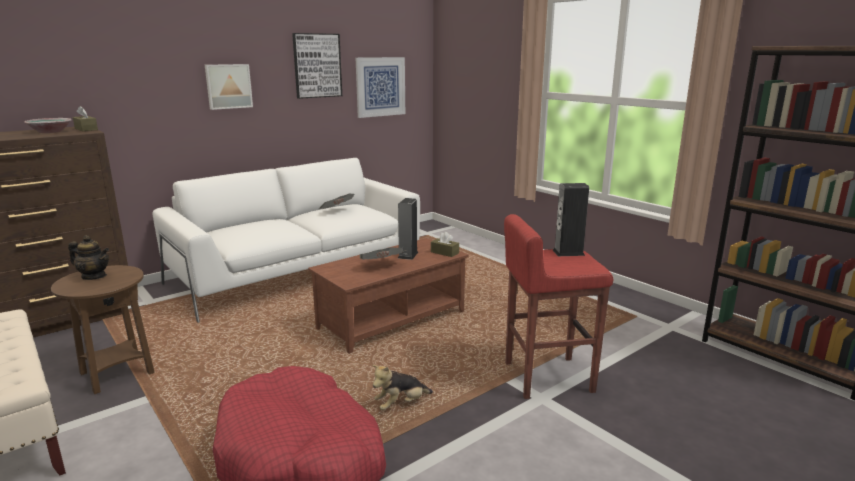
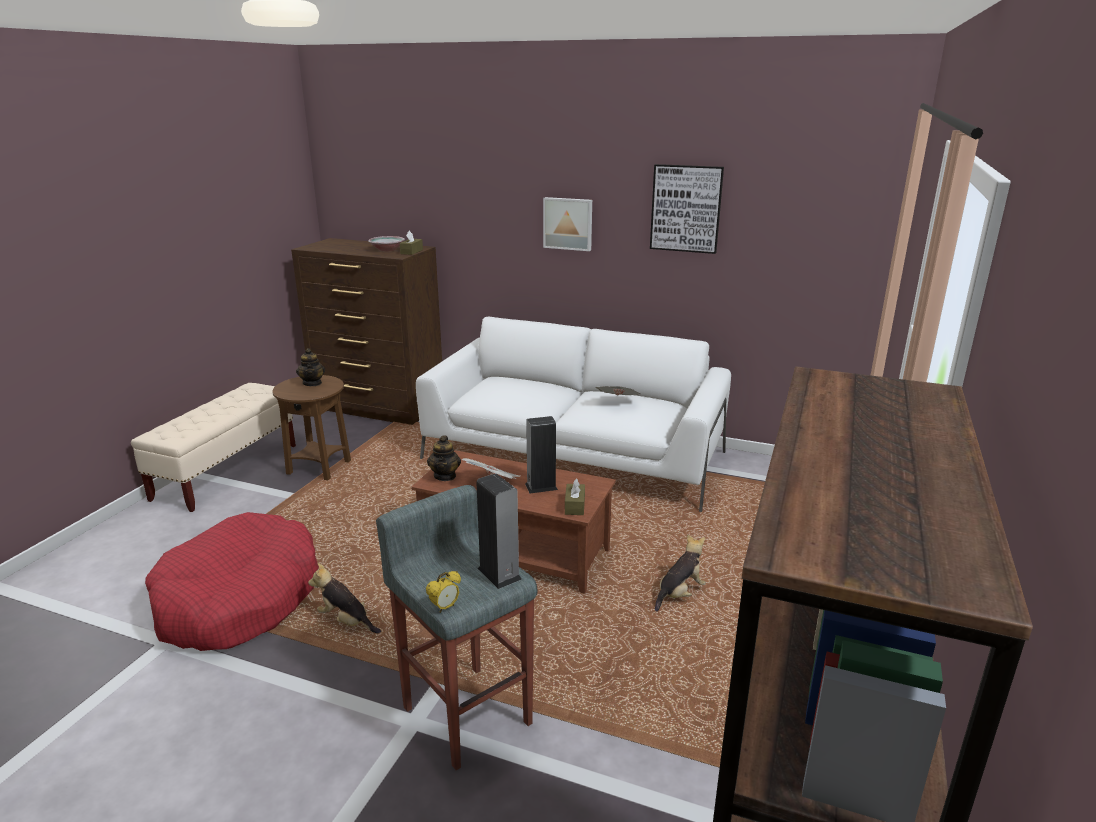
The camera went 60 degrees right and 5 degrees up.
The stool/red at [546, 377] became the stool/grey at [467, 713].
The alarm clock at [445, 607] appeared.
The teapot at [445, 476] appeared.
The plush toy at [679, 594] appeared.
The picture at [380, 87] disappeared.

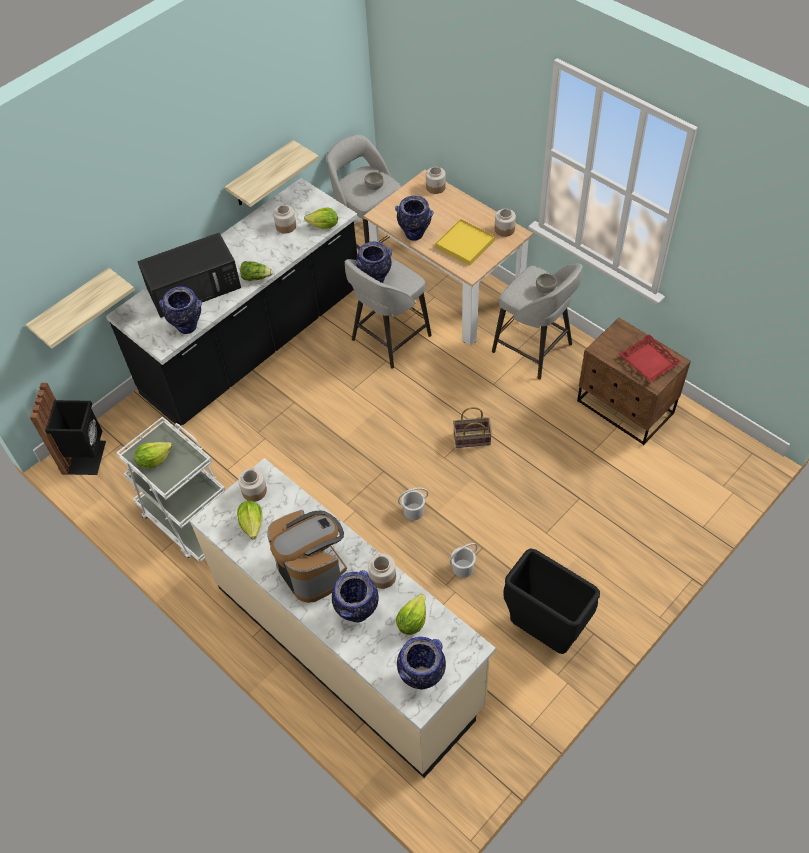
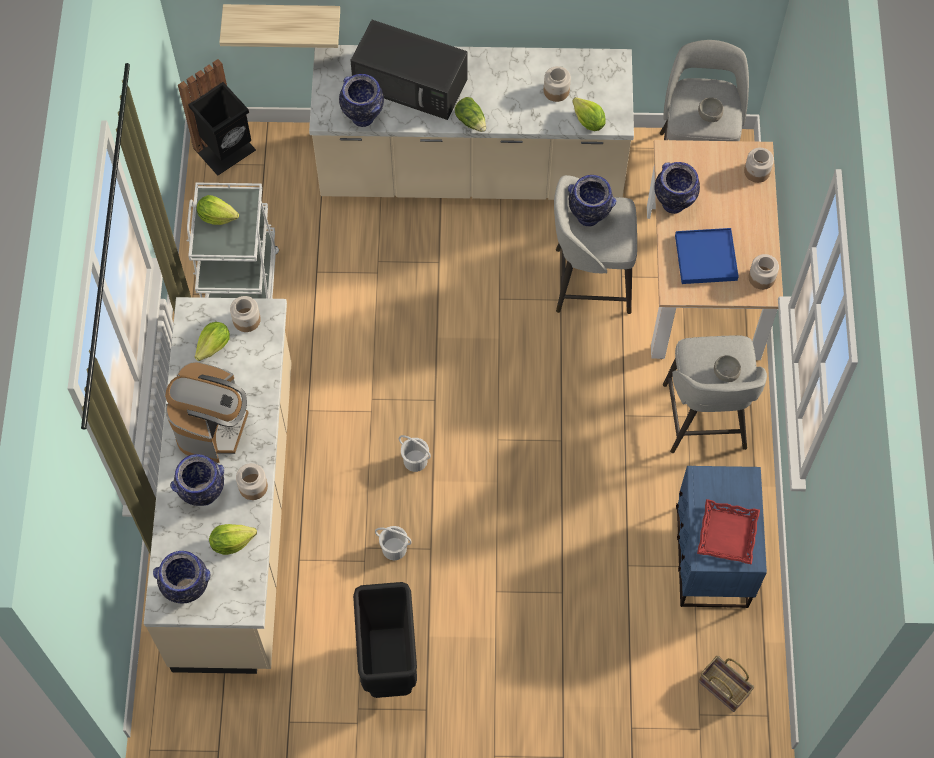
The camera went 45 degrees right and 10 degrees up.
The counter/black at [255, 343] became the counter/beige at [471, 171].
The tray/yellow at [464, 244] became the tray/blue at [706, 257].
The nightstand/brown at [625, 408] became the nightstand/blue at [710, 557].
The basket moved from [471, 439] to [722, 688].
The shelf at [261, 175] disappeared.

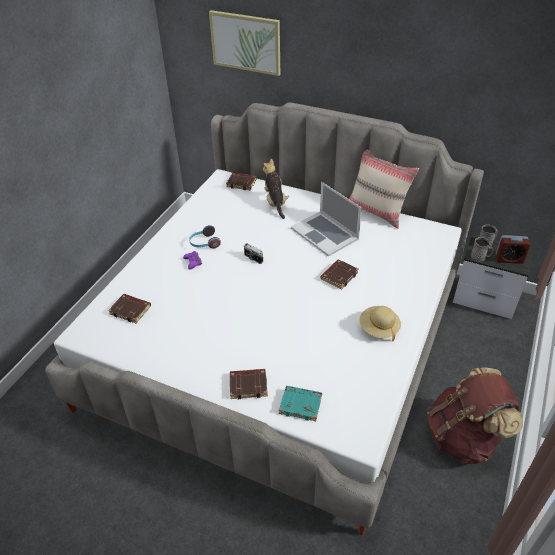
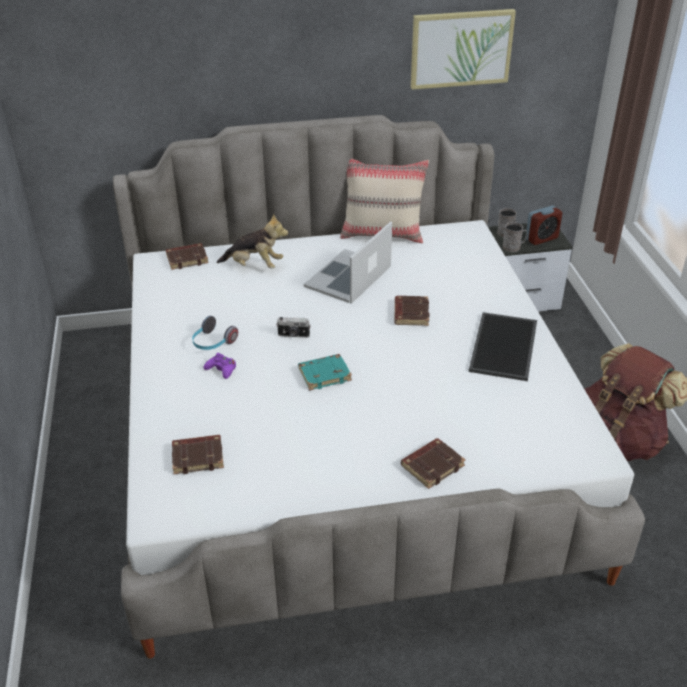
The camera went 35 degrees left and 5 degrees down.
The plush toy at [275, 203] turned 150 degrees clockwise.
The book/turquoise moved from [301, 404] to [325, 374].
The laptop at [325, 233] turned 105 degrees clockwise.
The picture moved from [246, 42] to [461, 48].
The hat/beige at [379, 328] was replaced by the tray at [505, 347].

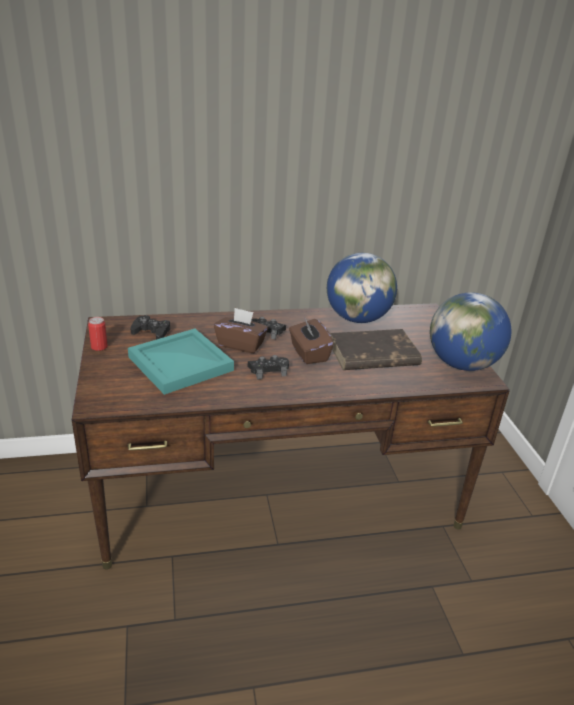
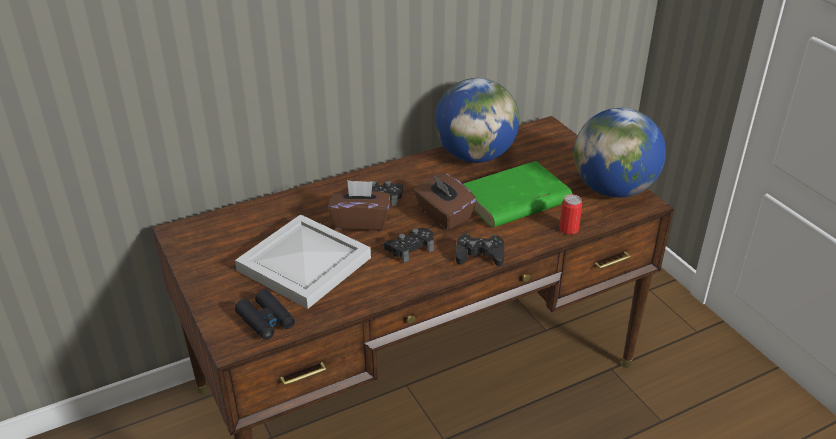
The camera went 15 degrees left and 5 degrees up.
The tray/turquoise at [179, 363] became the tray/white at [302, 264].
The binoculars/black at [266, 320] appeared.
The game controller/black moved from [151, 332] to [479, 255].
The book/brown at [372, 355] became the book/green at [514, 200].
The can moved from [99, 347] to [569, 229].

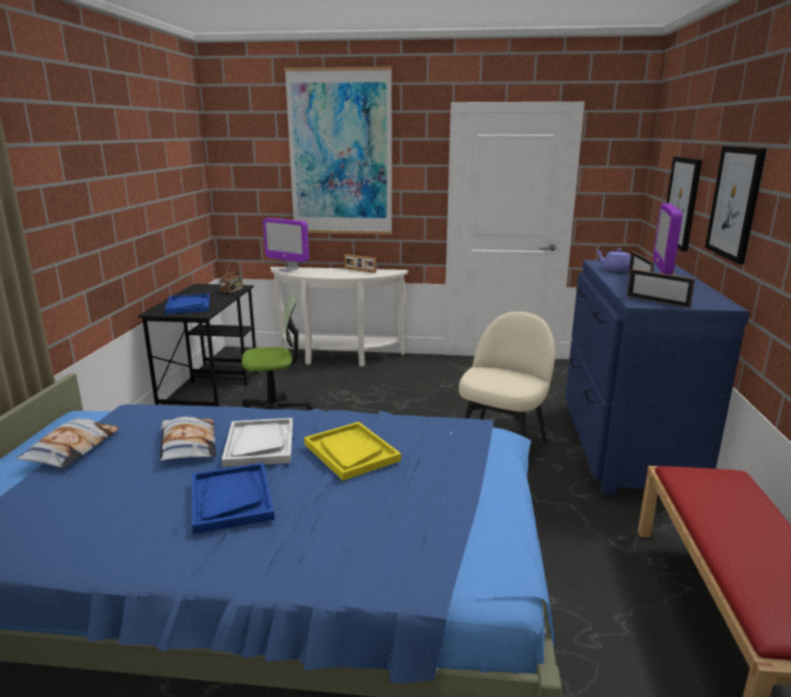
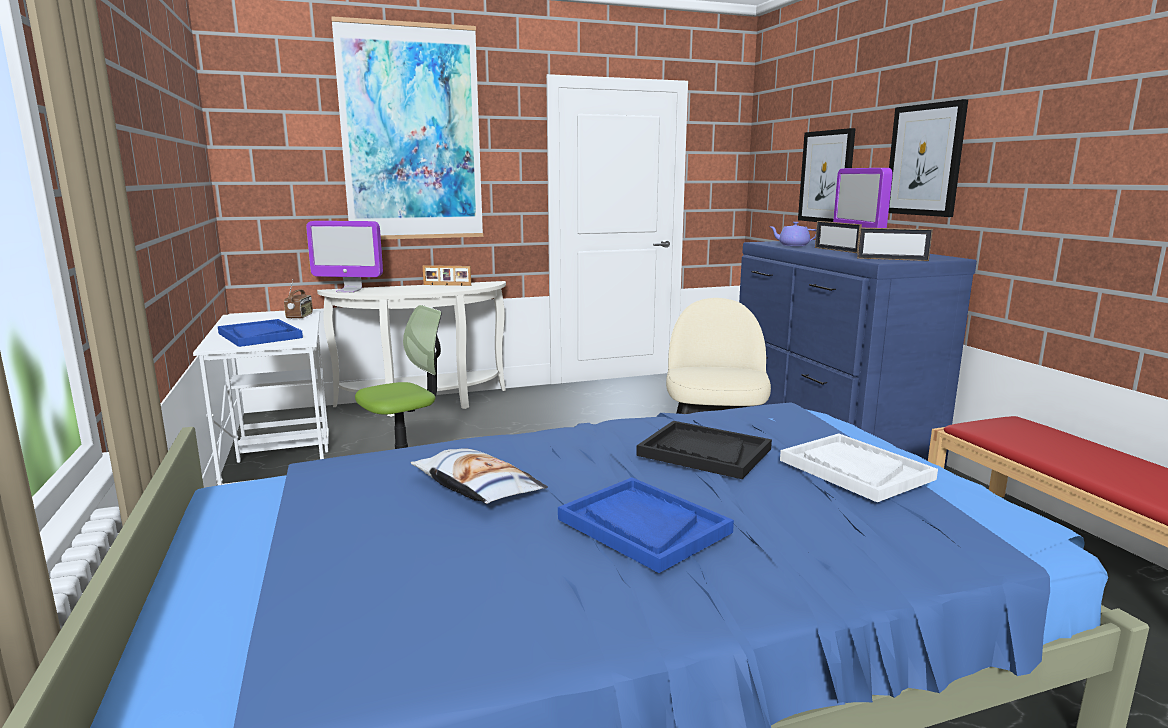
The camera went 25 degrees left and 5 degrees down.
The desk/black at [211, 391] became the desk/white at [281, 467].
The tray/yellow at [351, 452] became the tray/black at [704, 452].
The tray/white moved from [259, 444] to [855, 469].
The pillow at [72, 449] disappeared.

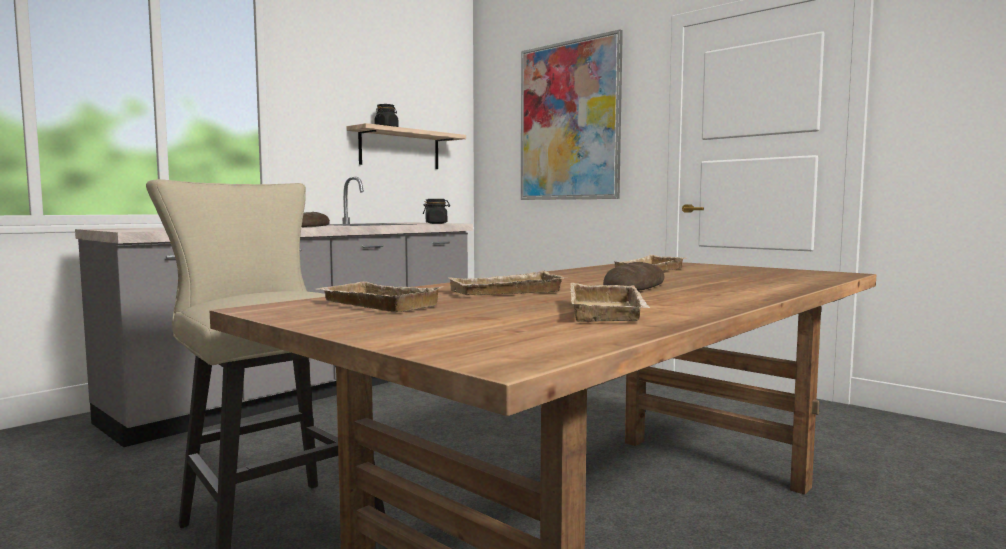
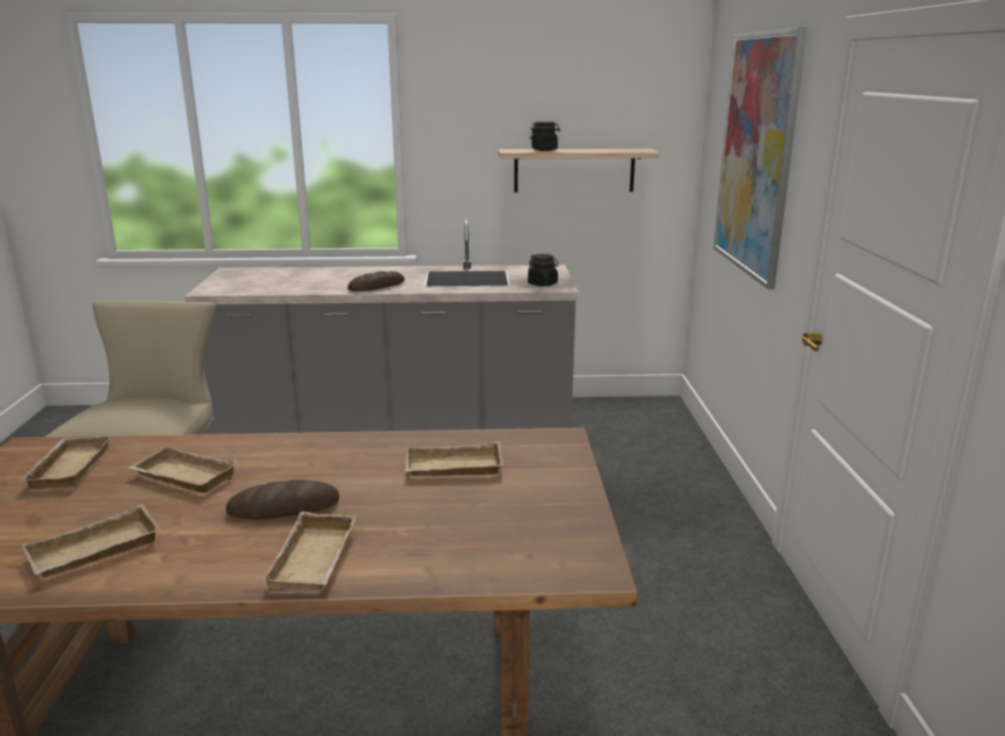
The camera went 45 degrees right and 15 degrees up.
The tray/beige at [316, 560] appeared.

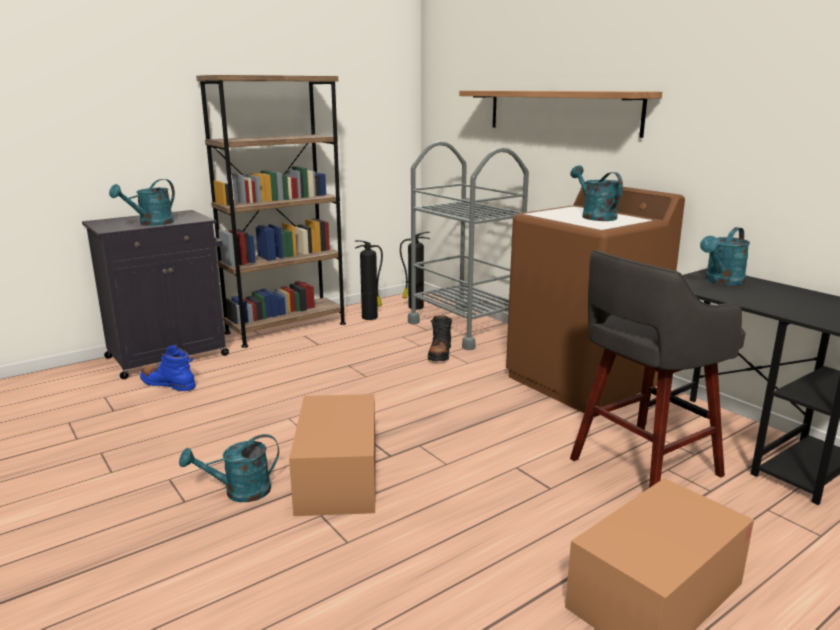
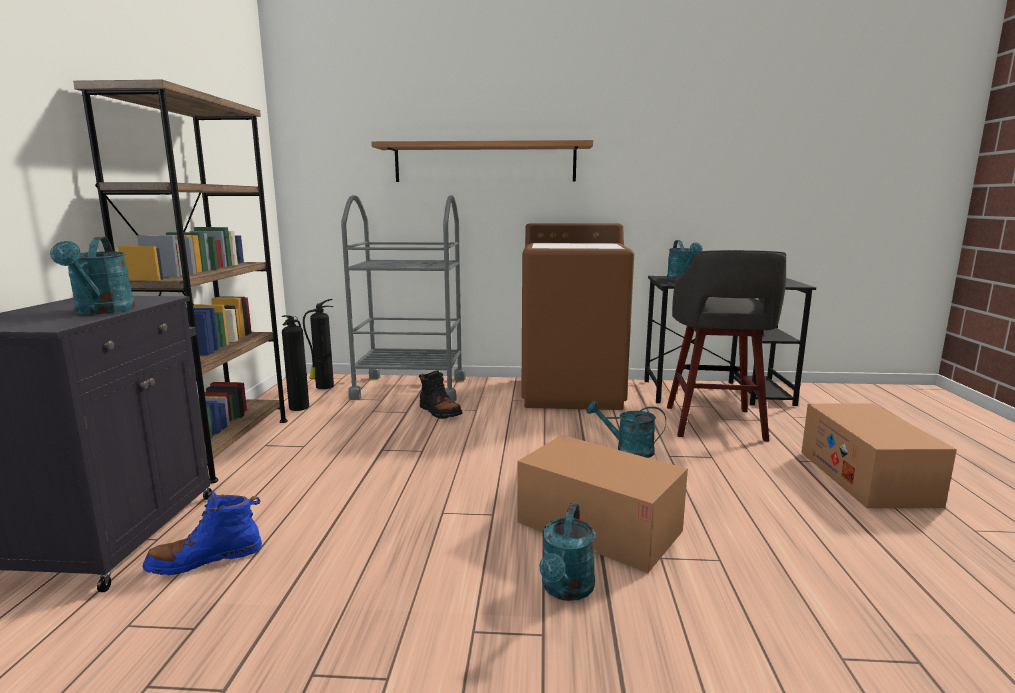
The camera went 50 degrees left and 5 degrees down.
The watering can/turquoise moved from [594, 216] to [628, 450].

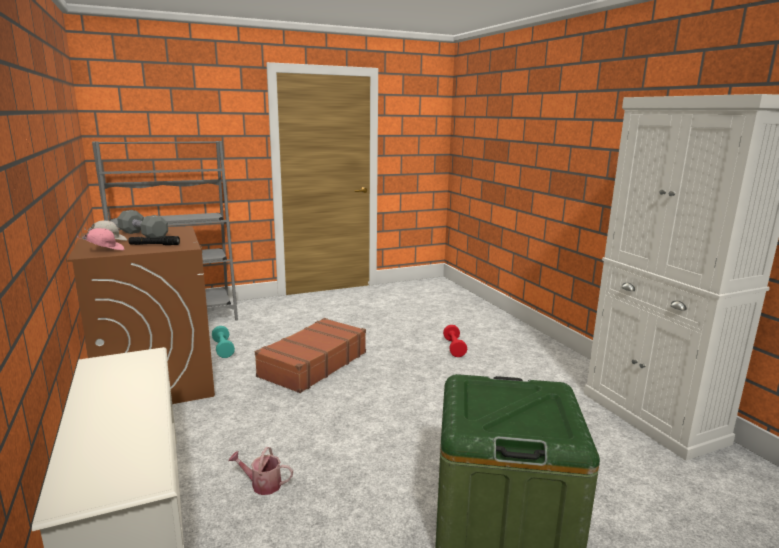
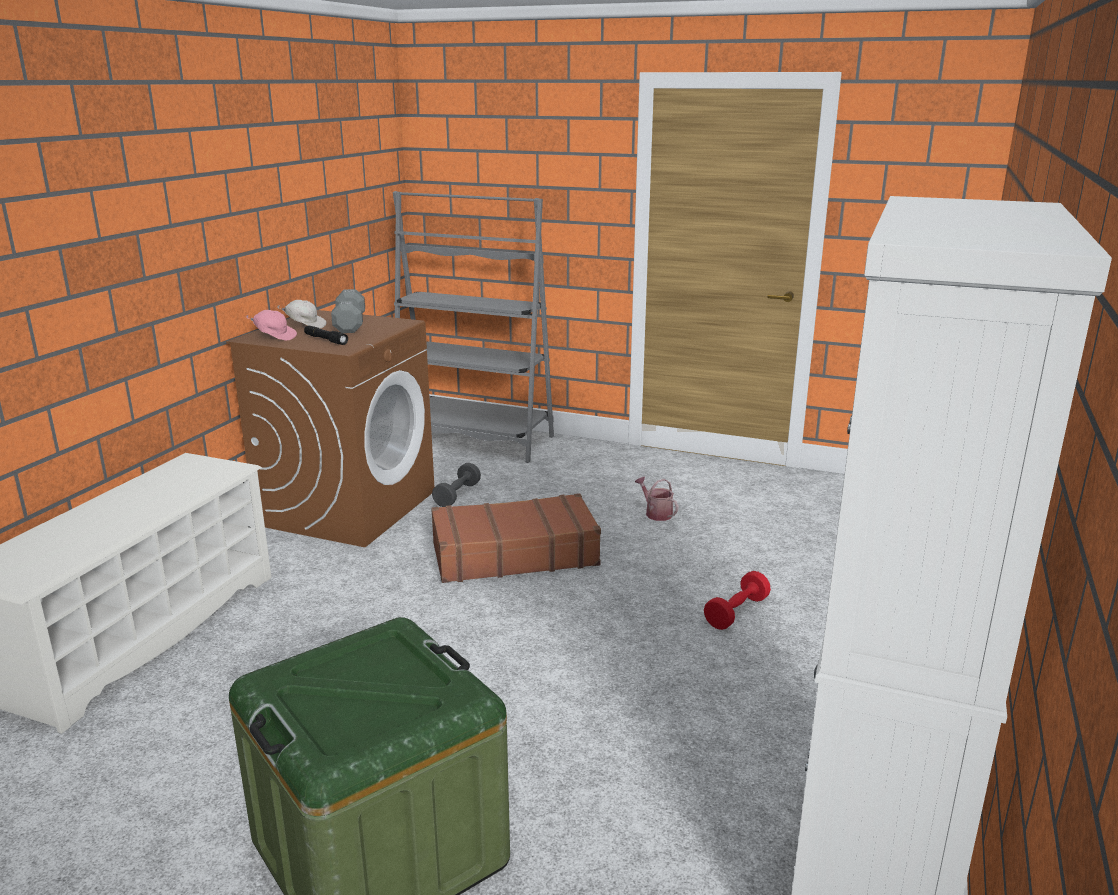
The camera went 45 degrees right and 5 degrees up.
The dumbbell/turquoise at [223, 349] became the dumbbell/grey at [457, 495].
The watering can moved from [262, 484] to [656, 513].

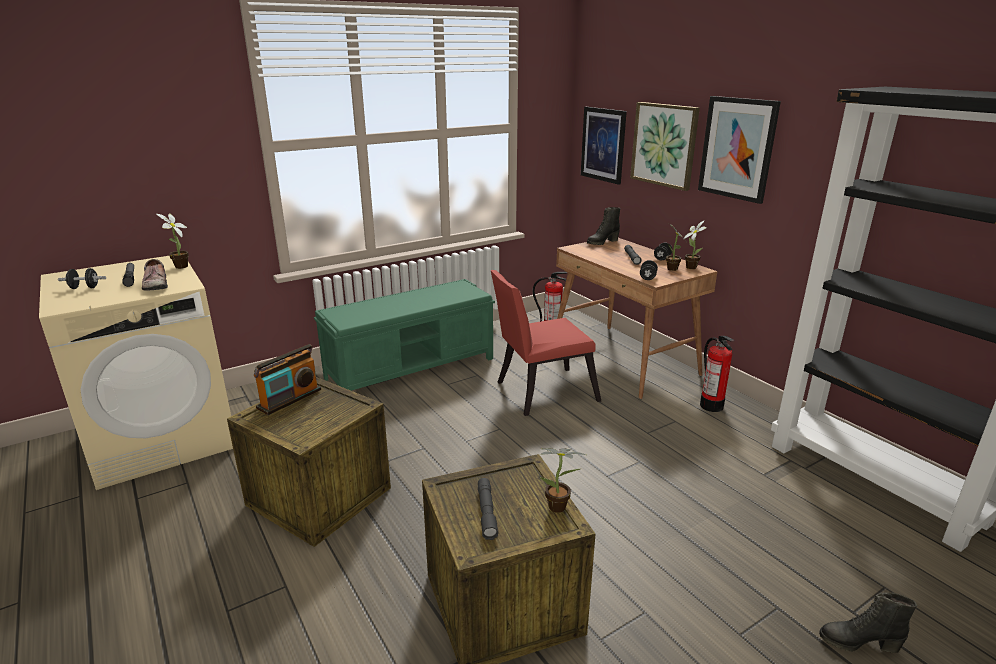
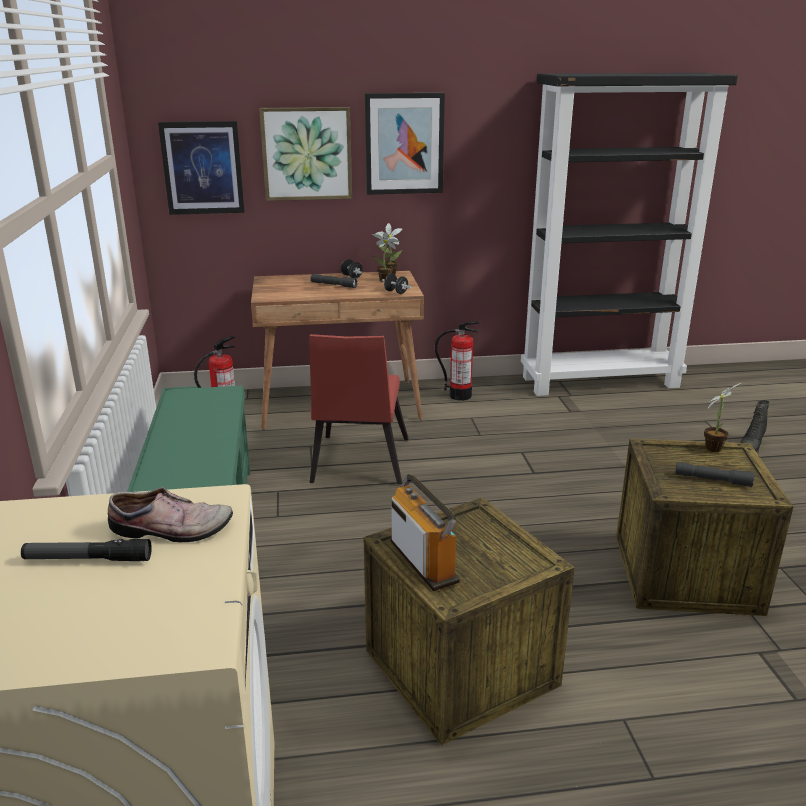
The camera went 65 degrees left and 0 degrees up.
The dumbbell/black at [84, 288] disappeared.
The potted plant at [180, 267] disappeared.
The boot/black at [602, 242] disappeared.

